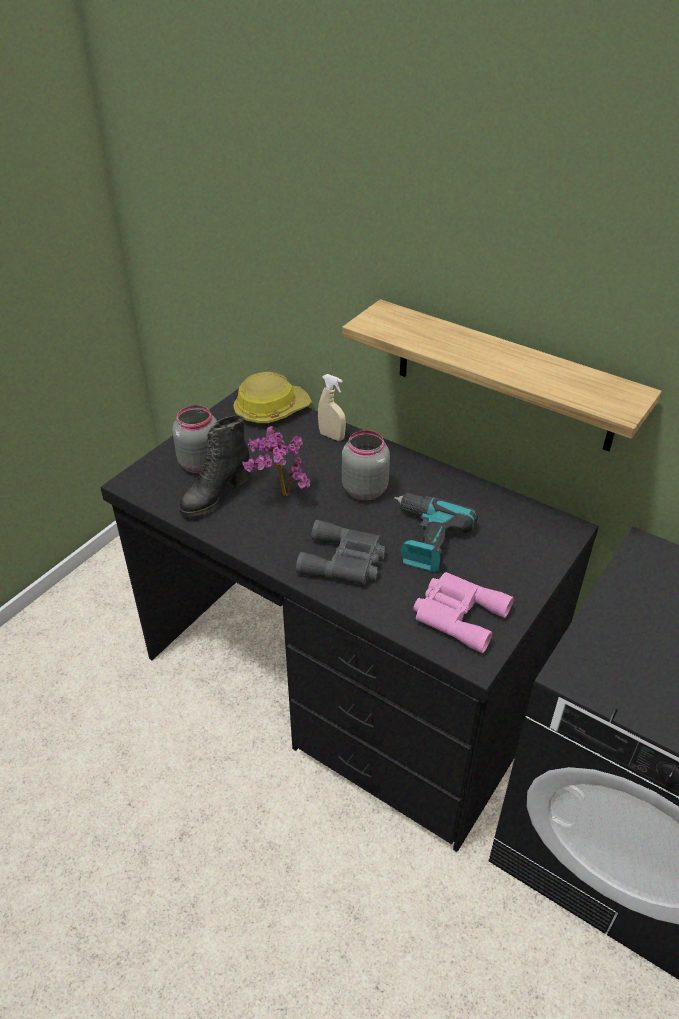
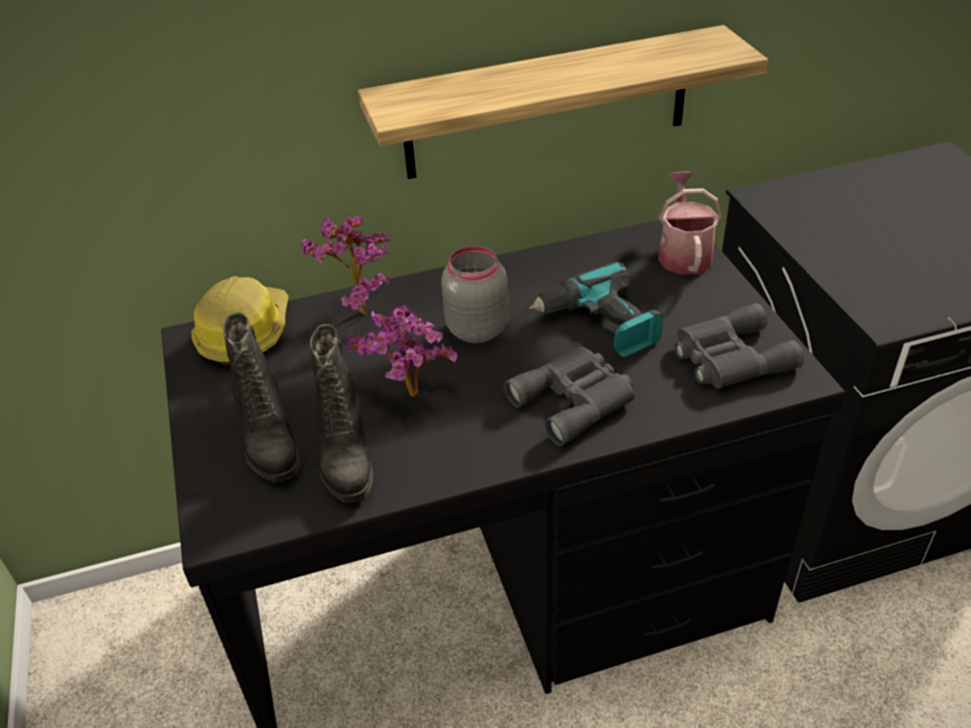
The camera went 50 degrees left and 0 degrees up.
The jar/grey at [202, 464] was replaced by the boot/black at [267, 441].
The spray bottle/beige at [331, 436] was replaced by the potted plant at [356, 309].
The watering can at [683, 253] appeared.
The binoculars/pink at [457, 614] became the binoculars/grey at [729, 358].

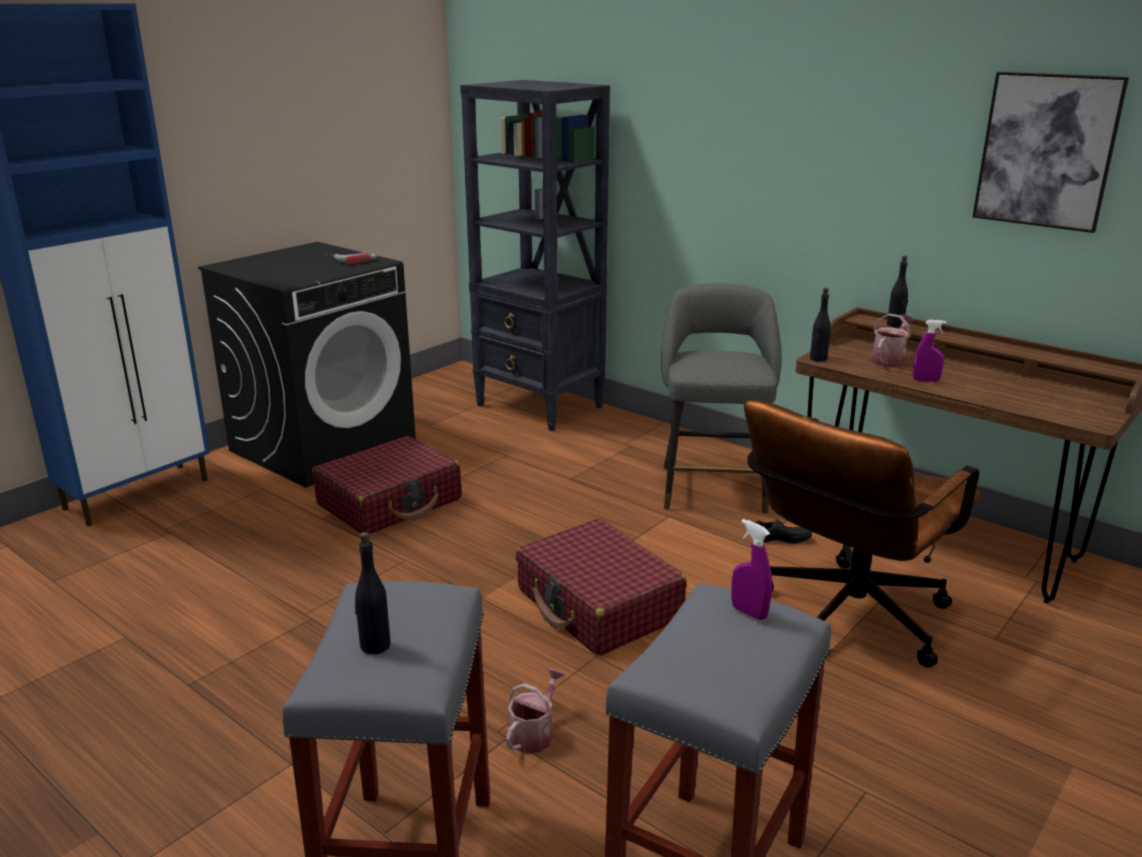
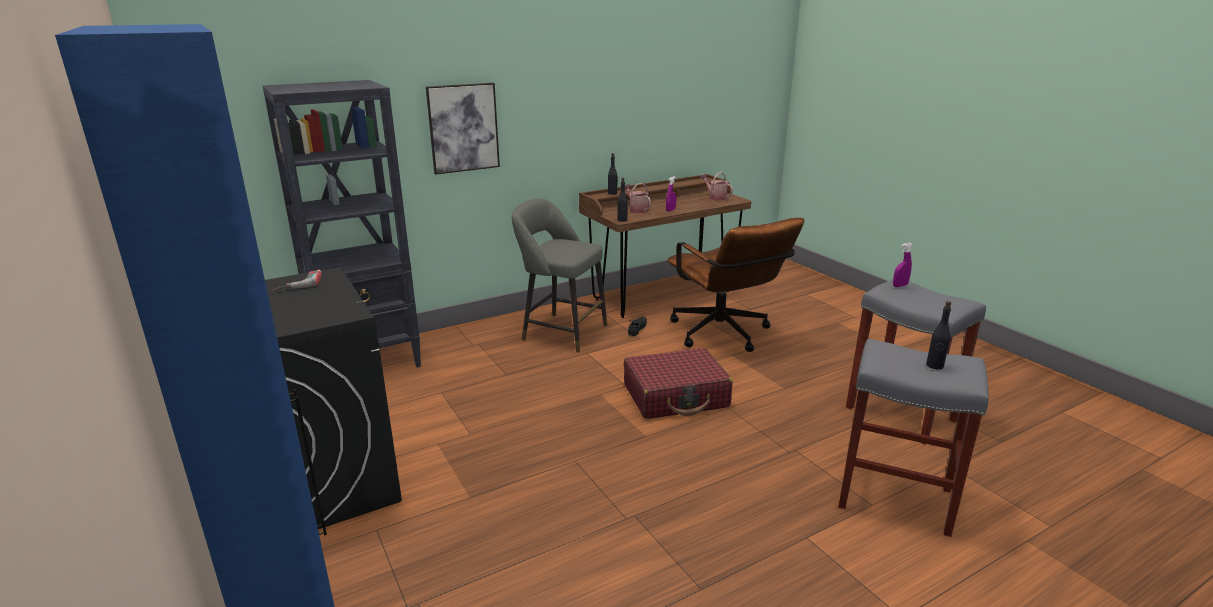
The camera went 70 degrees left and 0 degrees up.
The picture moved from [1046, 151] to [463, 128].
The watering can moved from [534, 733] to [715, 197].
The suitcase/red at [390, 502] disappeared.

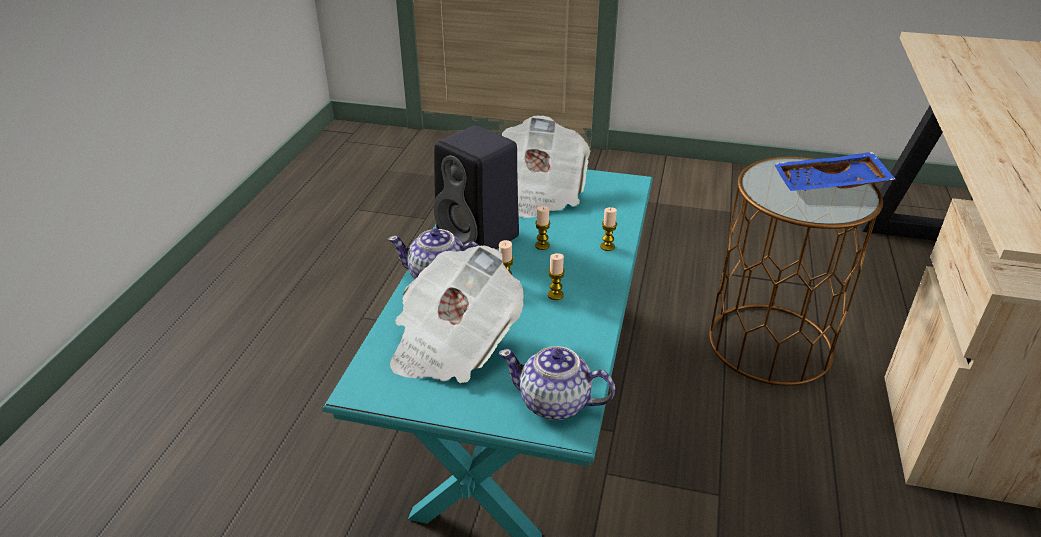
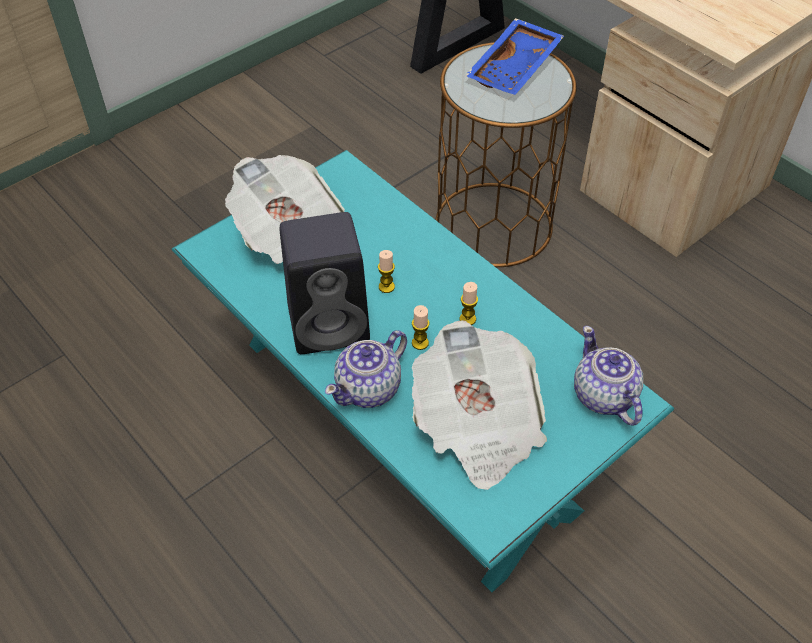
The camera went 55 degrees left and 15 degrees up.
The teapot at [555, 403] turned 105 degrees clockwise.
The candle at [607, 246] disappeared.

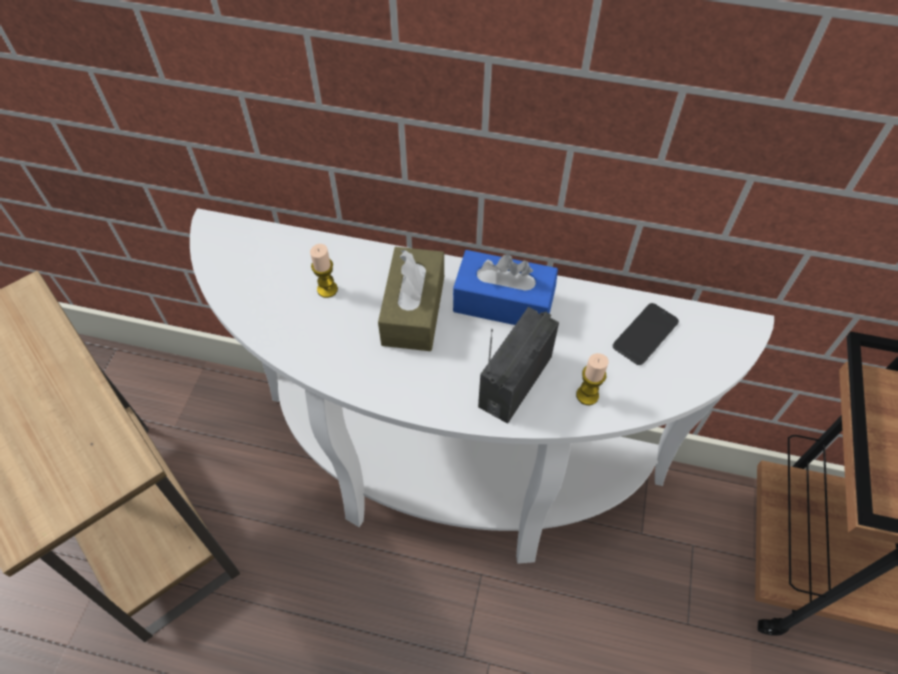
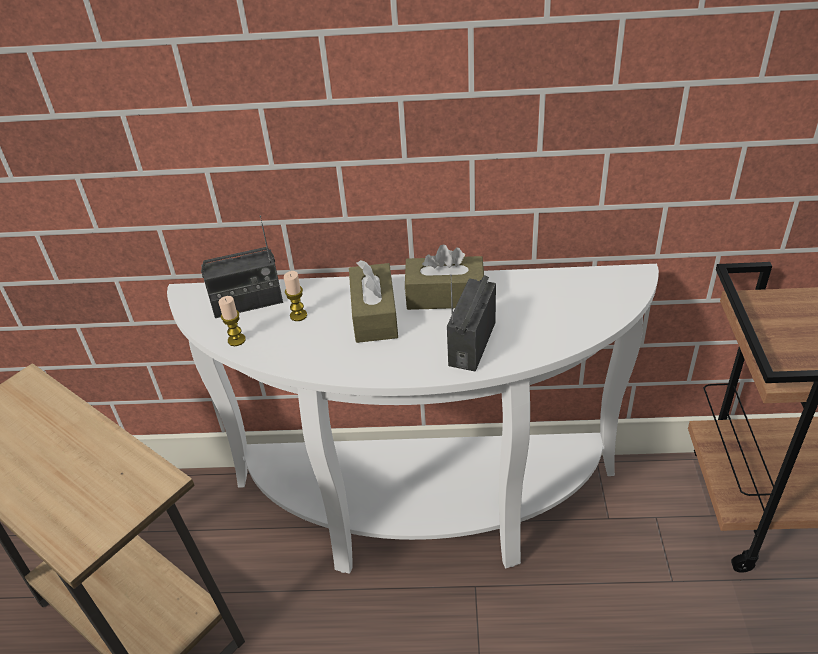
The camera went 10 degrees left and 15 degrees down.
The radio at [247, 303] appeared.
The candle moved from [587, 395] to [236, 340].
The tissue box/blue at [503, 302] became the tissue box/brown at [445, 295].
The phone at [645, 334] disappeared.

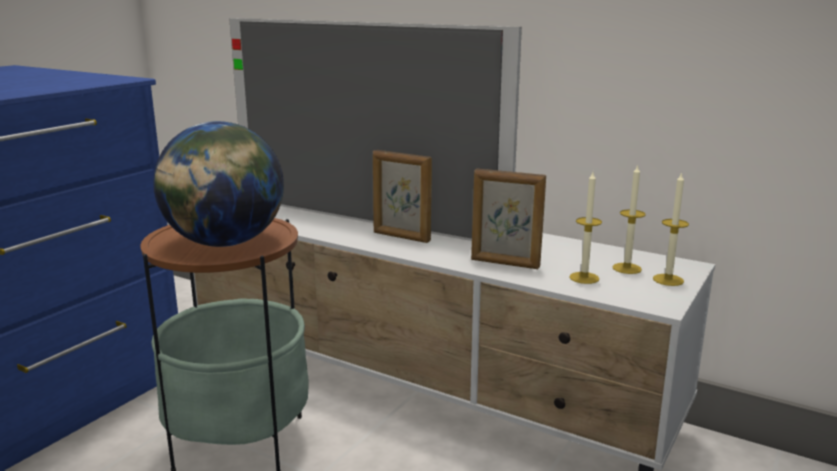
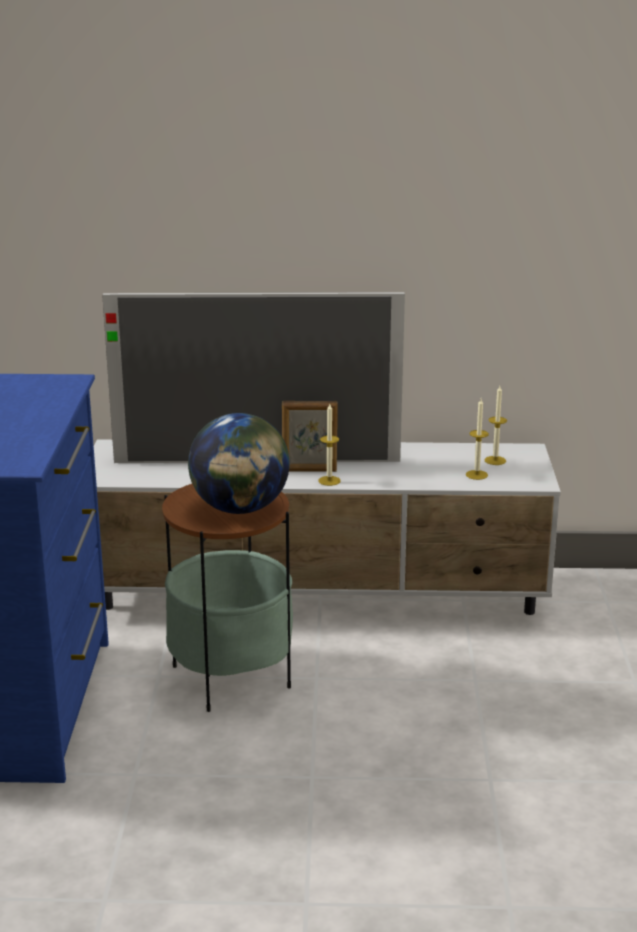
The camera went 30 degrees left and 5 degrees up.
The candle moved from [668, 280] to [329, 481].
The picture frame at [505, 263] disappeared.

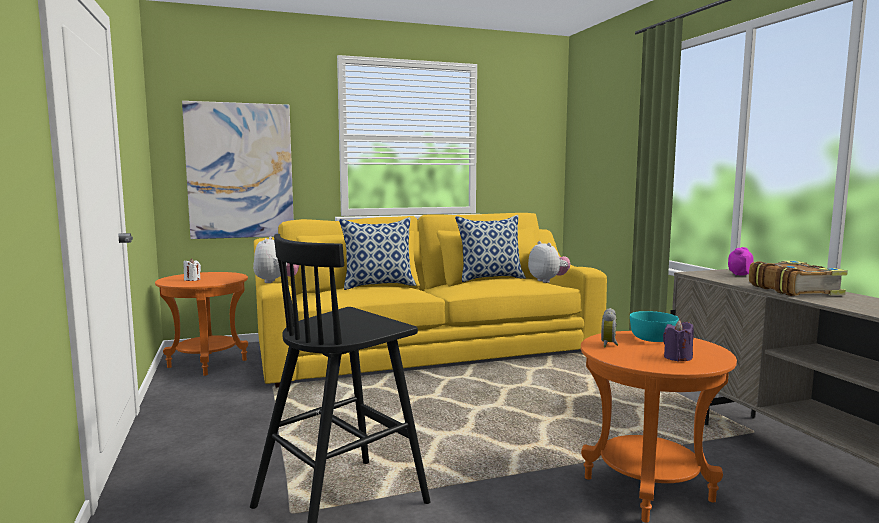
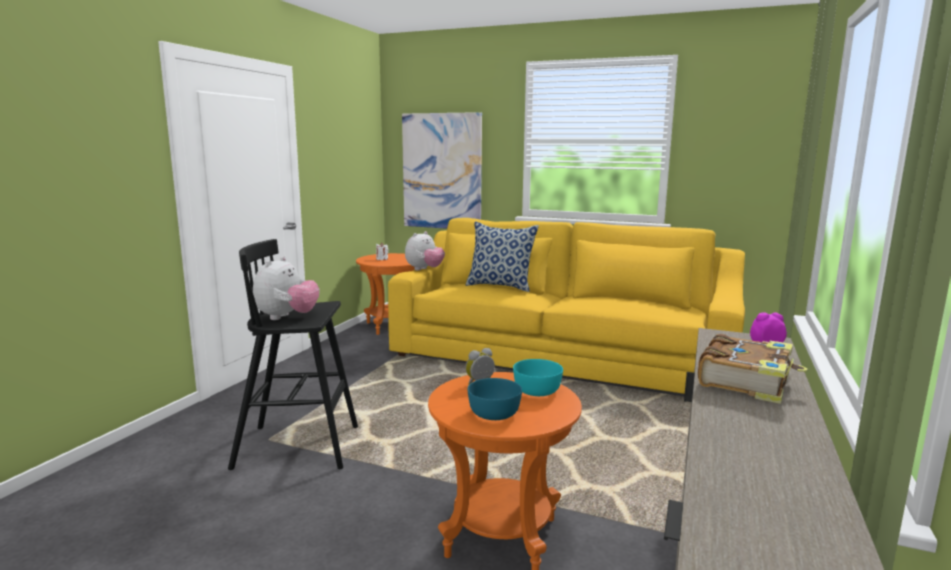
The camera went 40 degrees right and 5 degrees up.
The plush toy moved from [548, 281] to [287, 317].
The candle/purple at [677, 358] was replaced by the bowl/turquoise at [494, 413].
The pillow at [490, 278] disappeared.

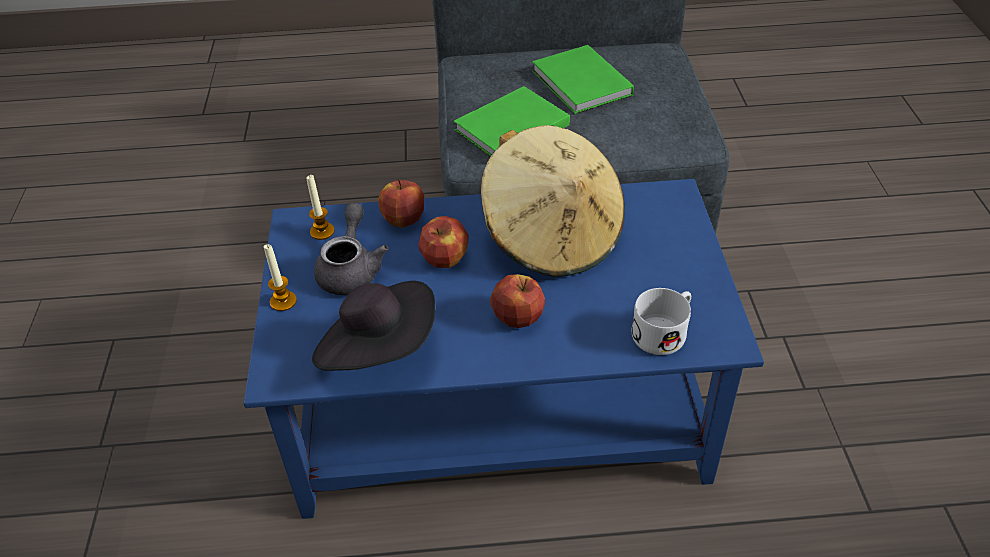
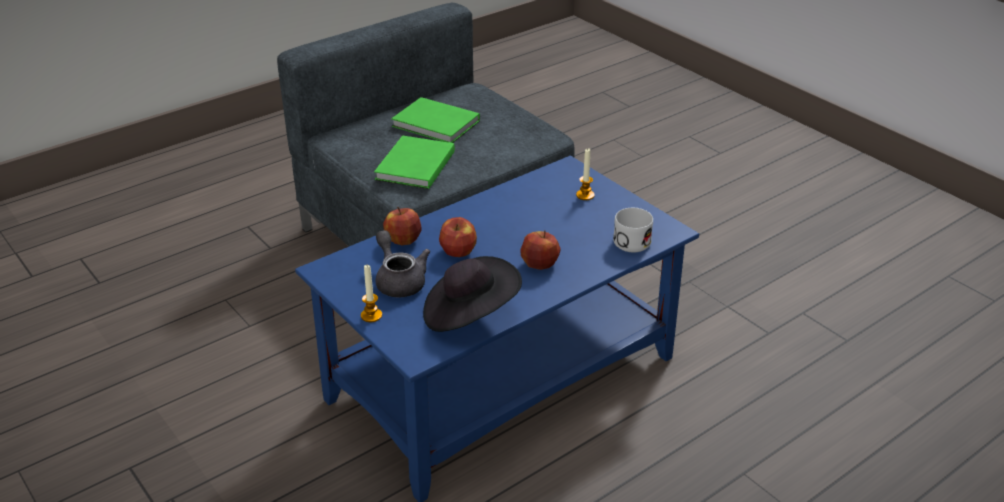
The camera went 35 degrees left and 10 degrees down.
The candle moved from [322, 231] to [585, 195].
The hat/beige at [553, 236] disappeared.

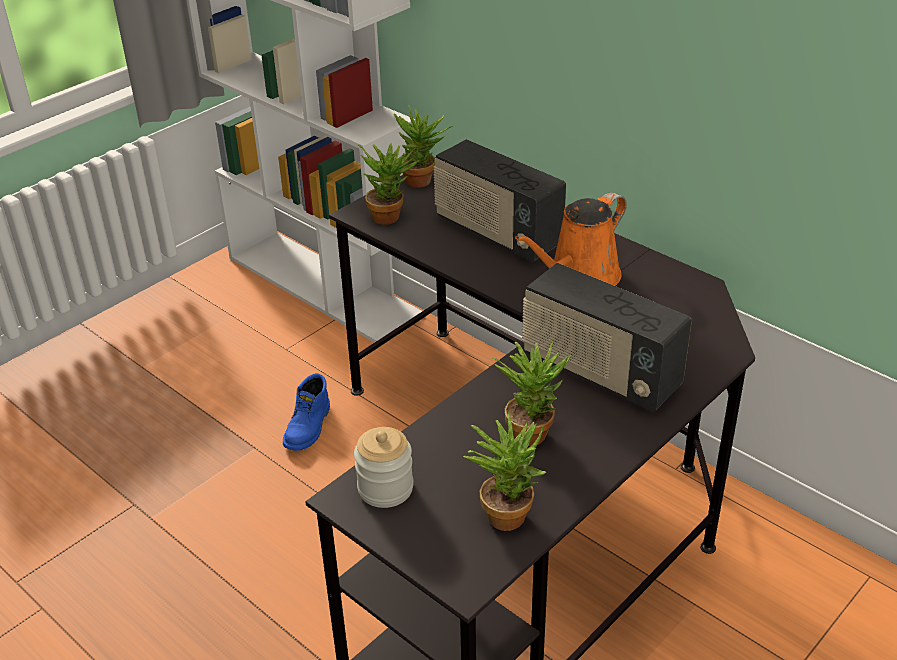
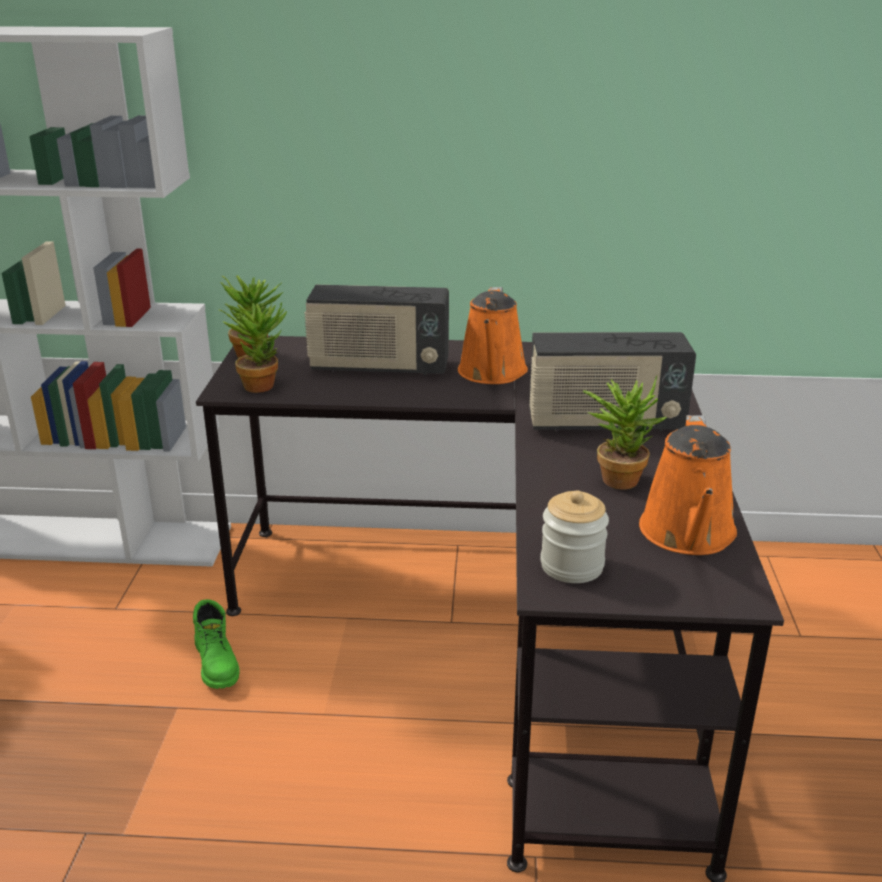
The camera went 40 degrees left and 10 degrees down.
The boot/blue at [309, 428] became the boot/green at [217, 663].
The potted plant at [506, 511] was replaced by the watering can/orange at [688, 535].

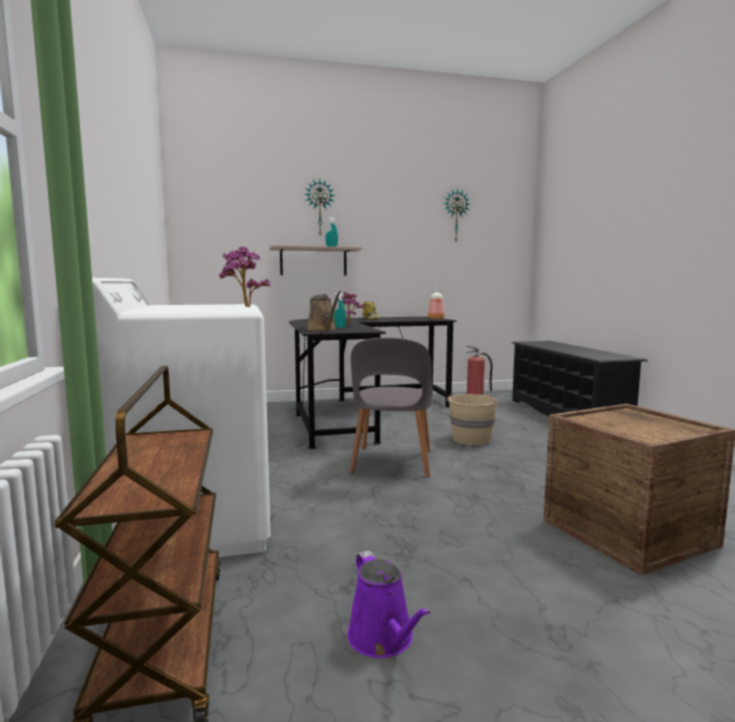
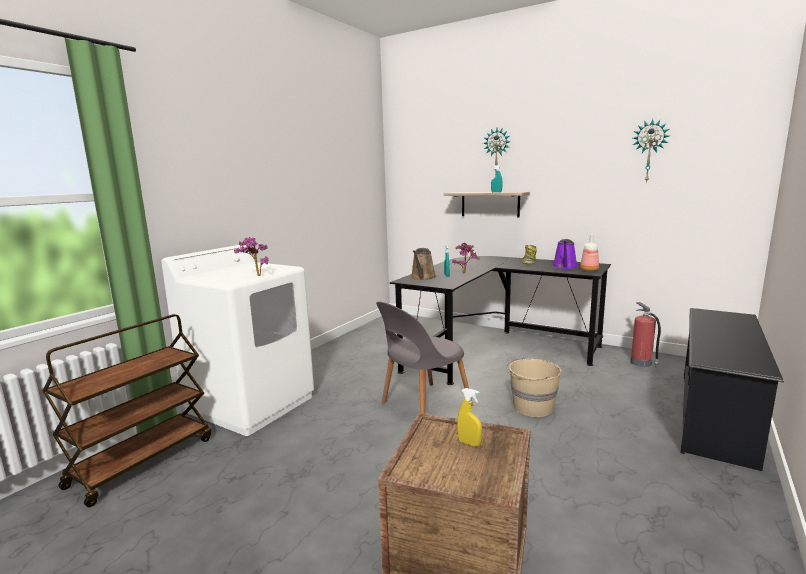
The camera went 45 degrees right and 5 degrees up.
The spray bottle/yellow at [469, 443] appeared.
The watering can/purple moved from [383, 639] to [564, 267].

